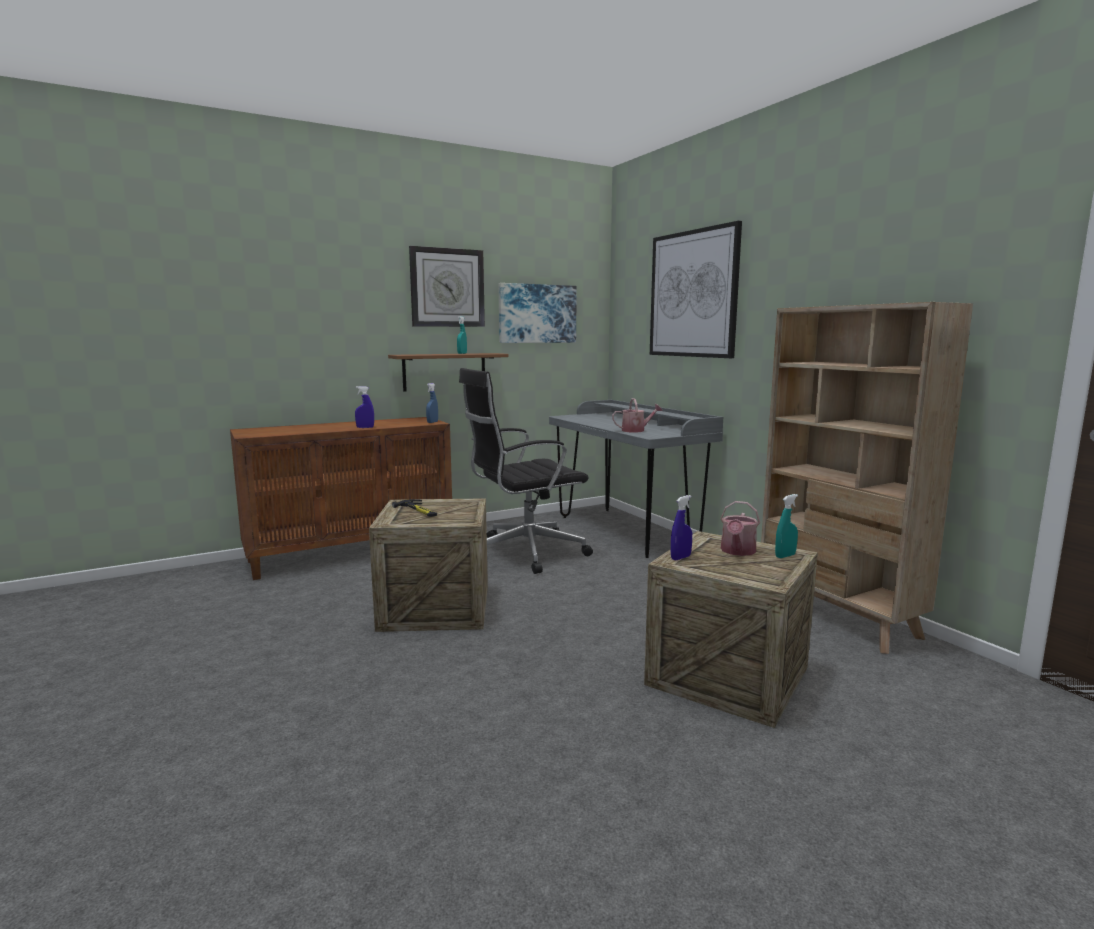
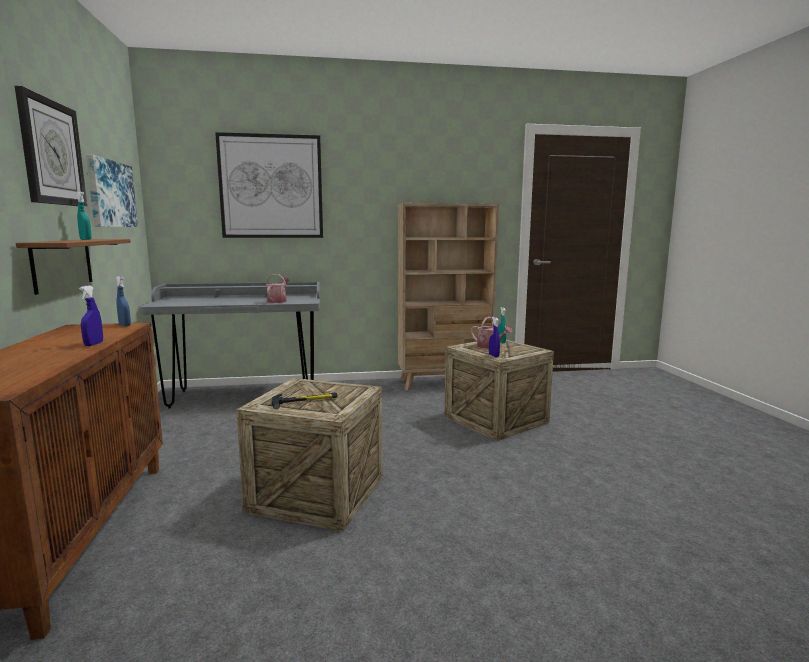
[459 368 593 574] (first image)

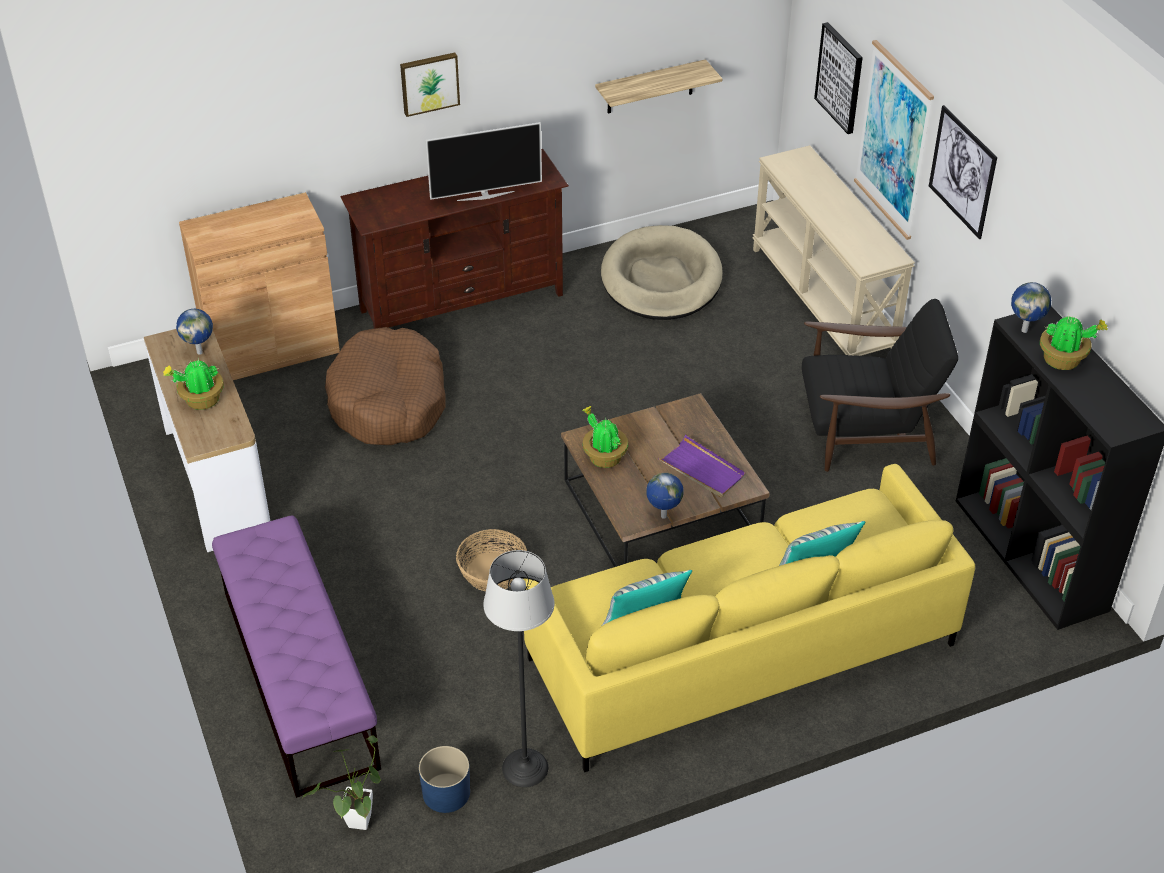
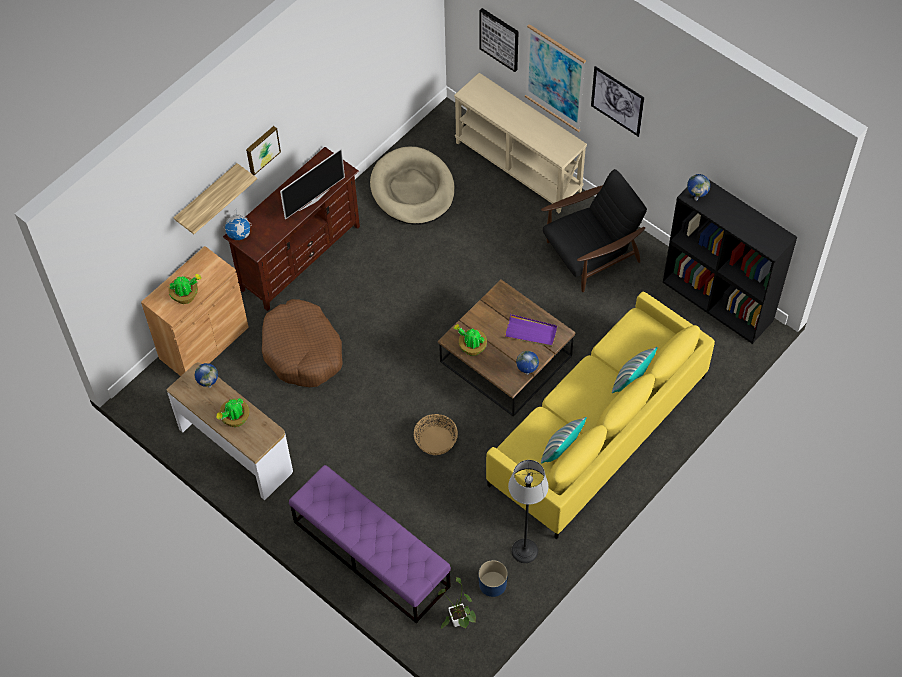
[223 210 251 240]
[173 163 257 234]
[168 274 202 304]

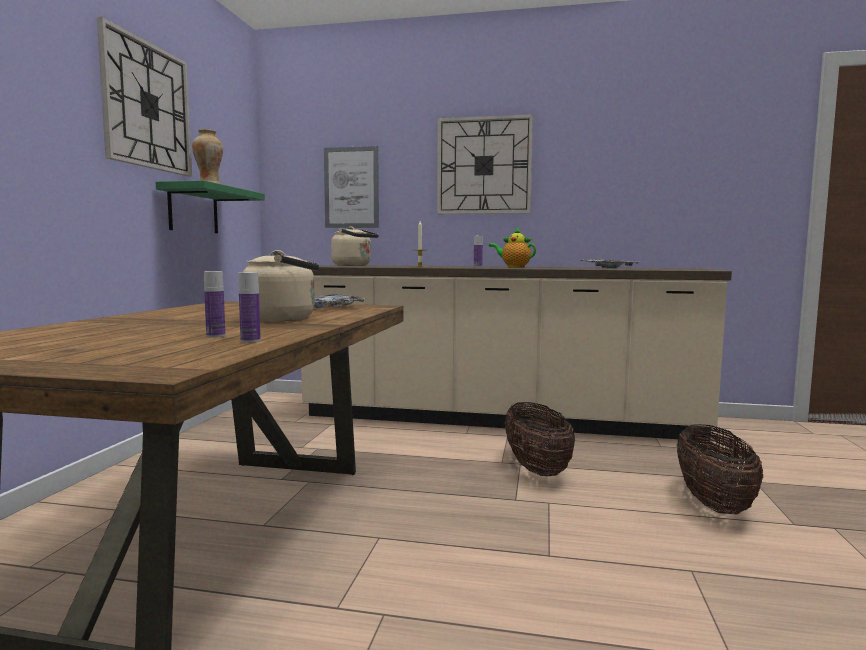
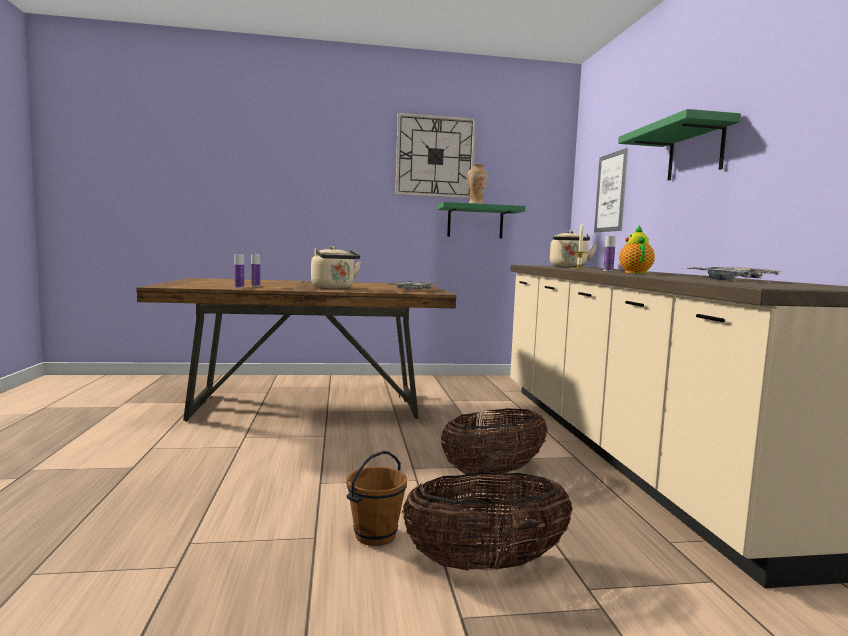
[346 451 407 546]
[618 109 741 180]

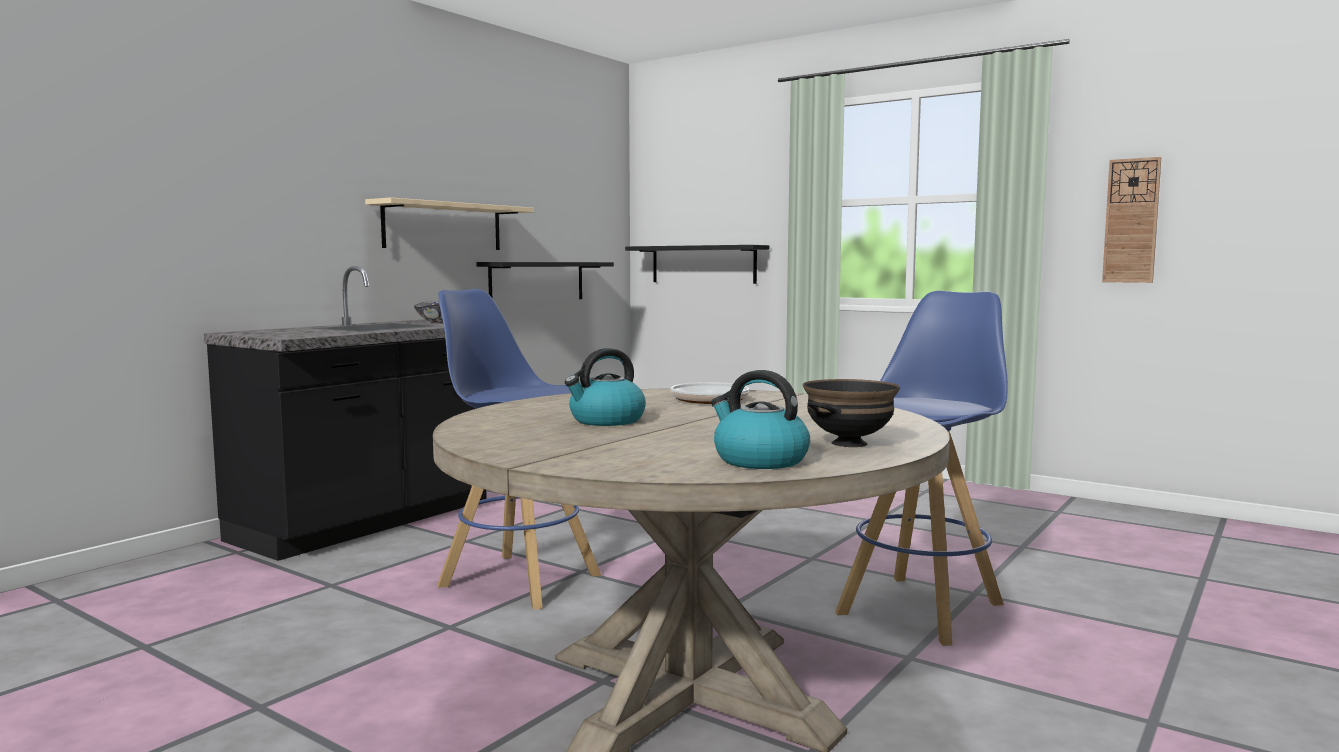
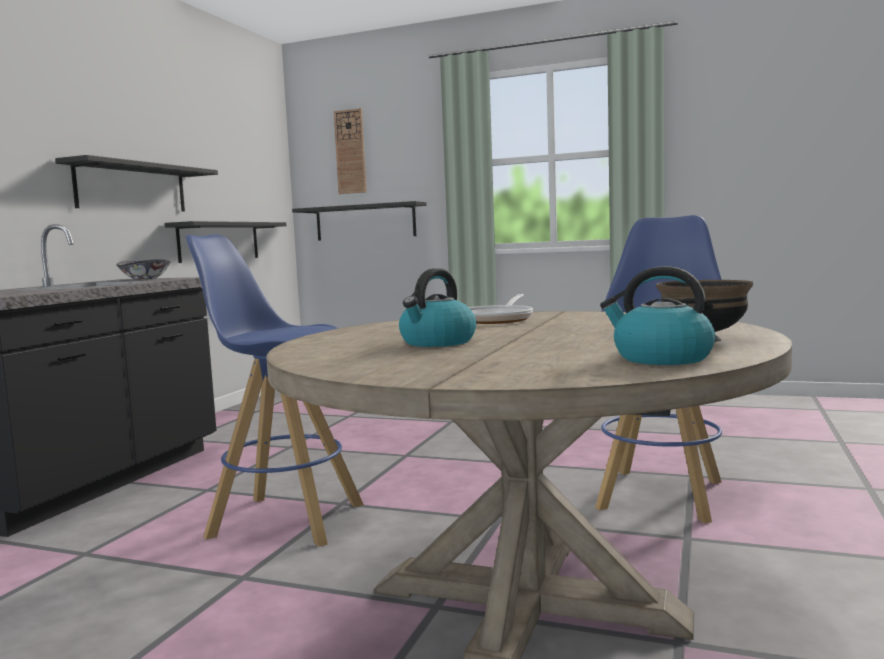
[334 108 367 194]
[55 155 218 211]

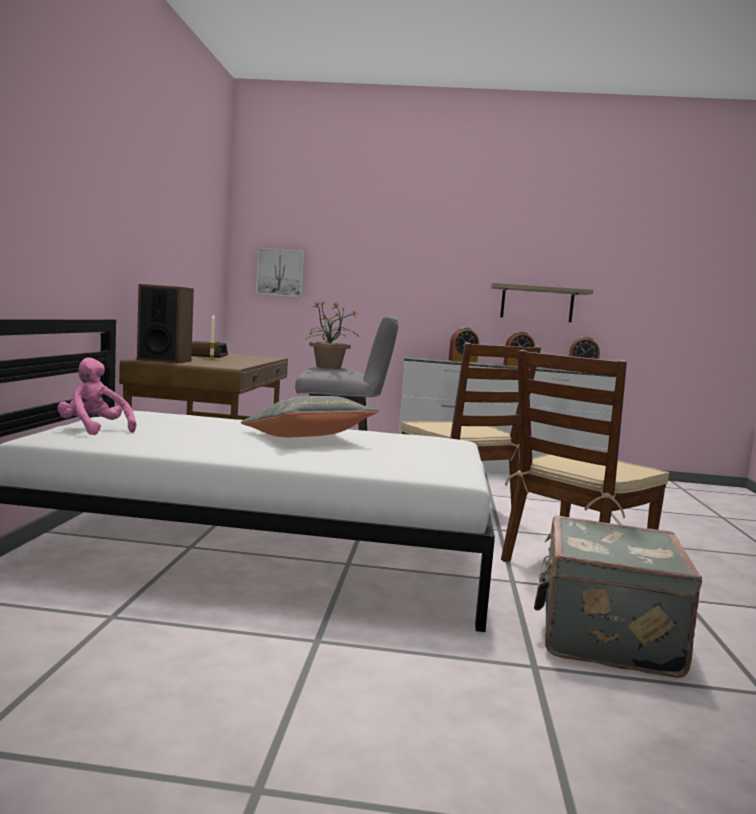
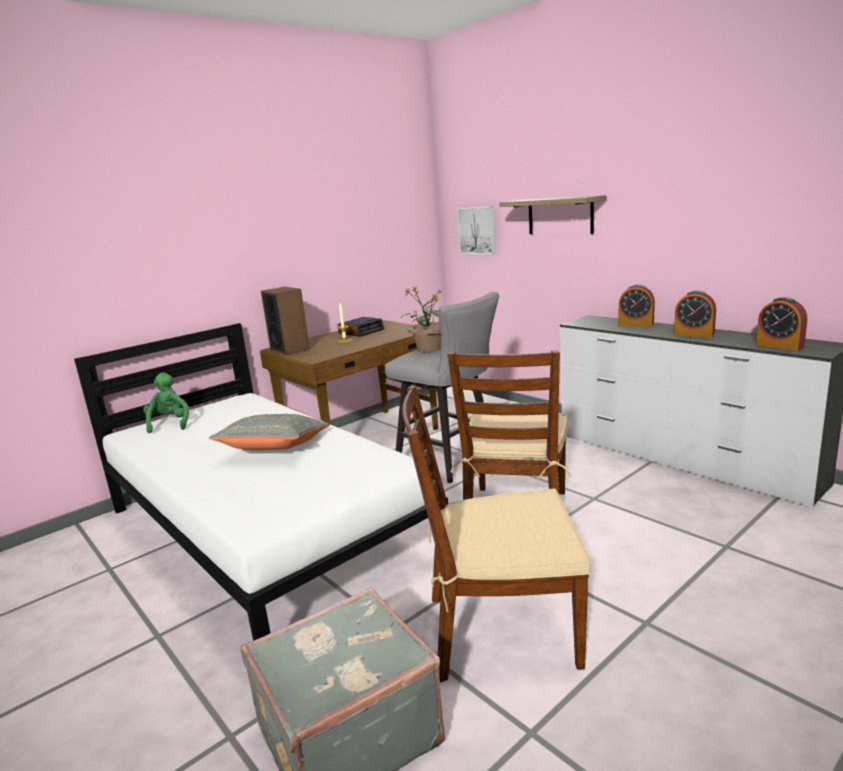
[499 195 606 234]
[143 373 189 433]

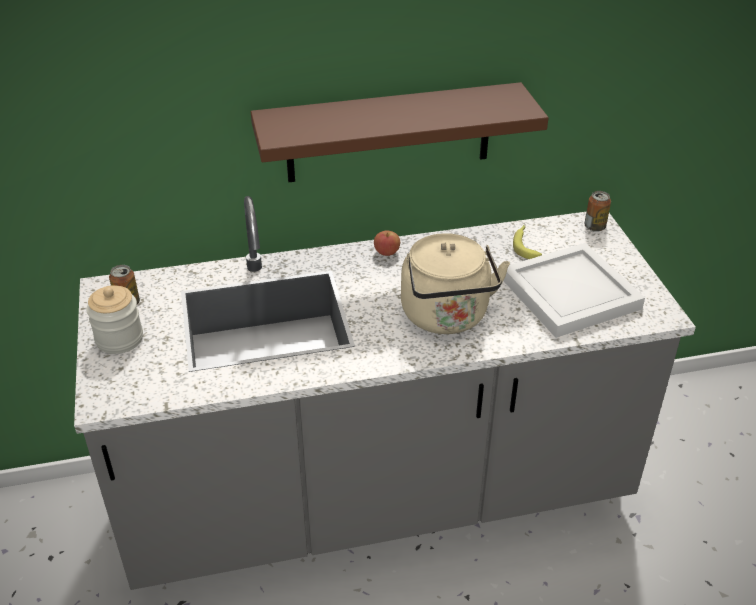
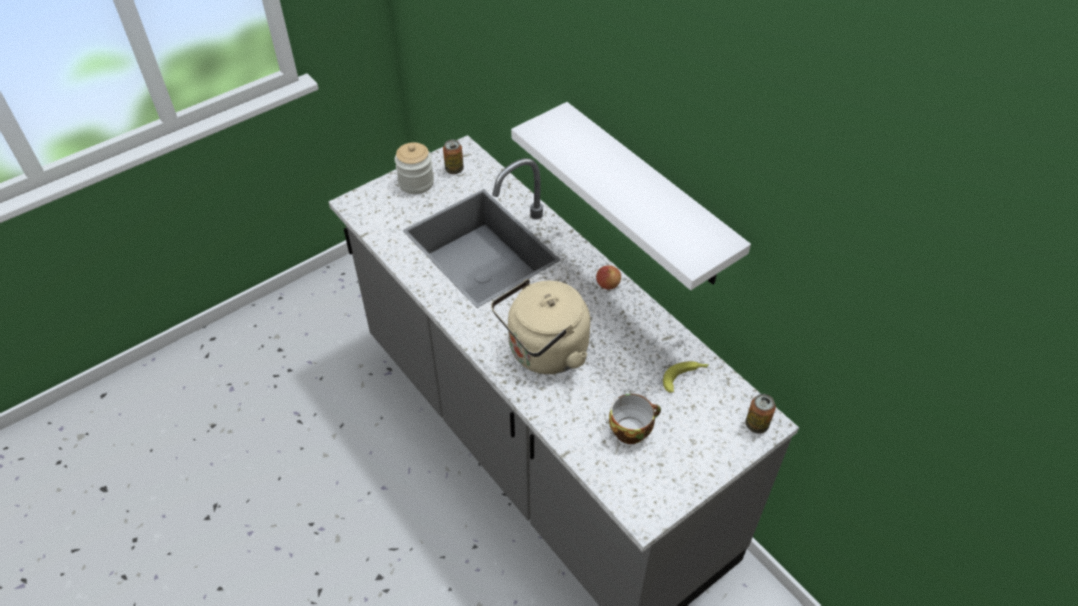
[609 394 661 444]
[511 102 751 290]

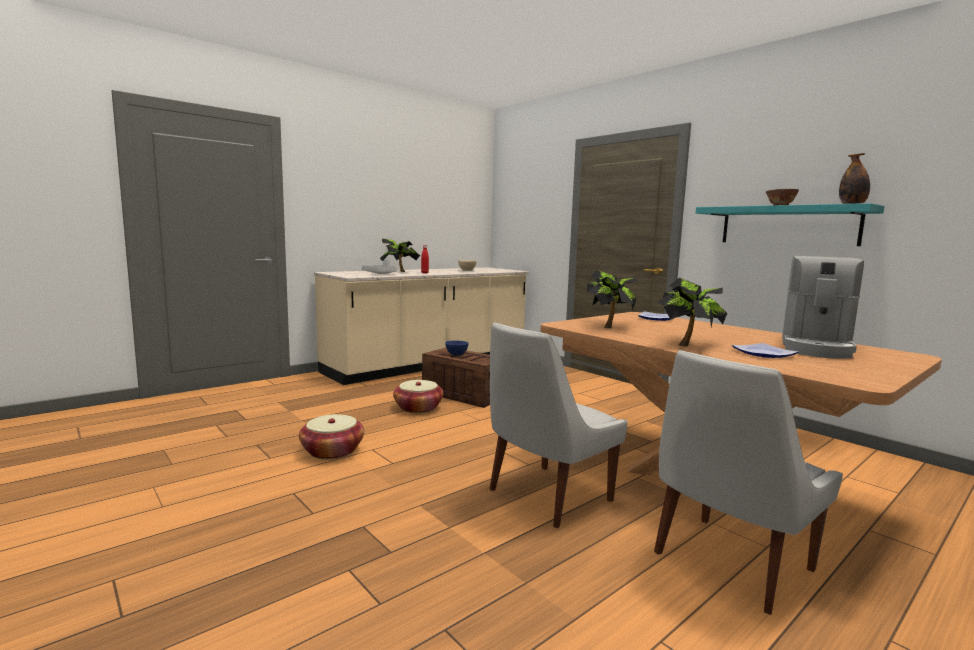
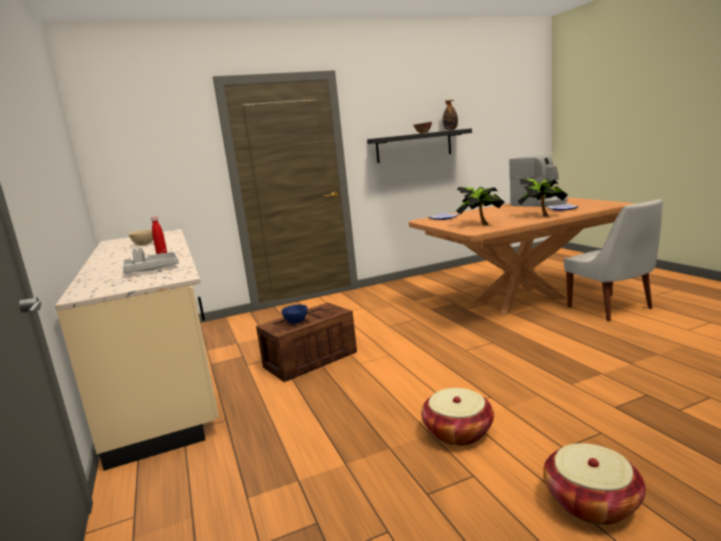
[380 238 420 272] (first image)
[489 323 628 528] (first image)
[543 443 646 525]
[367 128 472 163]

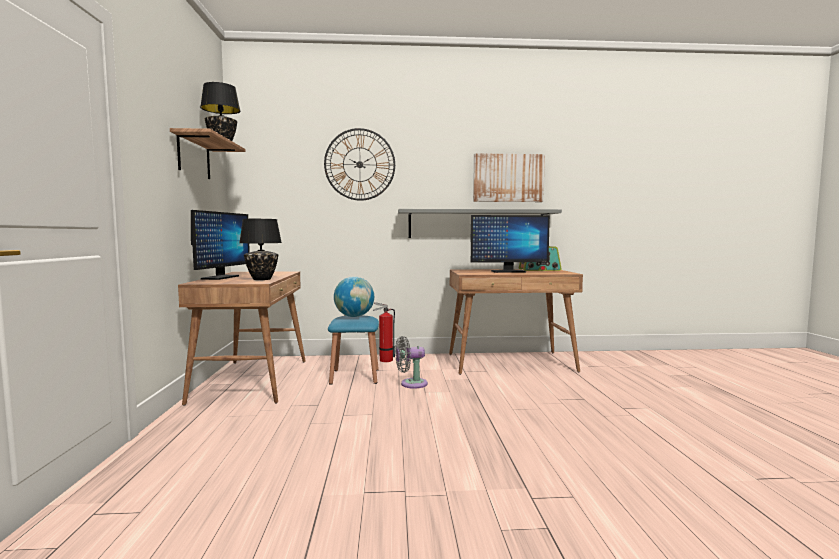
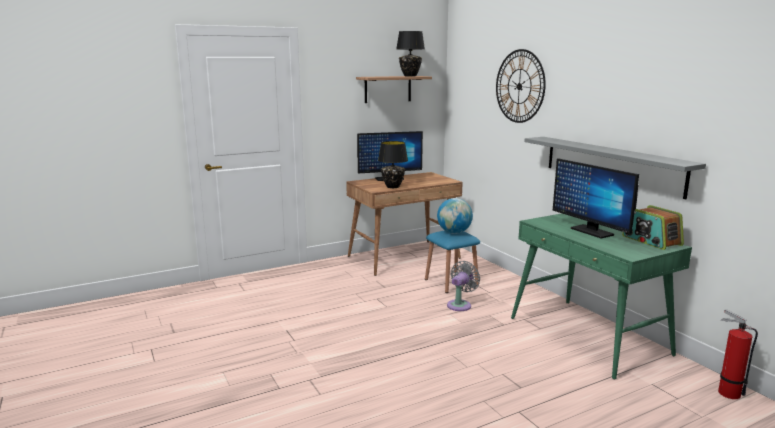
[473 153 545 202] (first image)
[718 309 758 399]
[511 213 692 379]
[447 261 480 311]

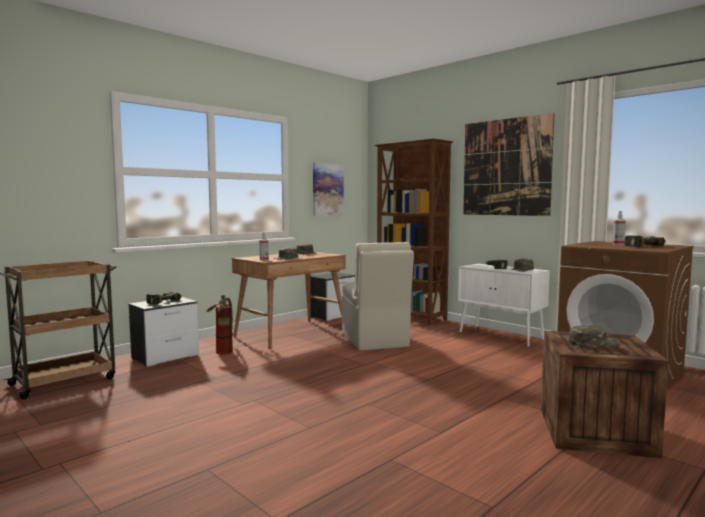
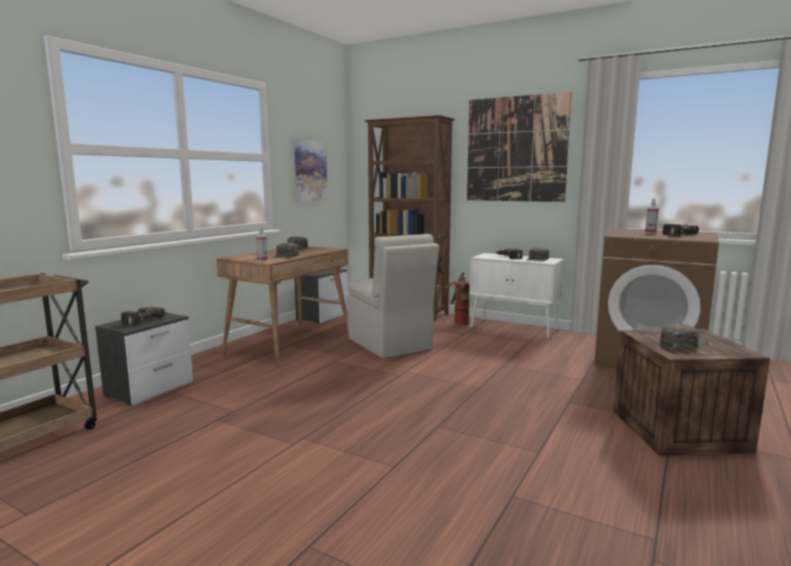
[445 272 470 326]

